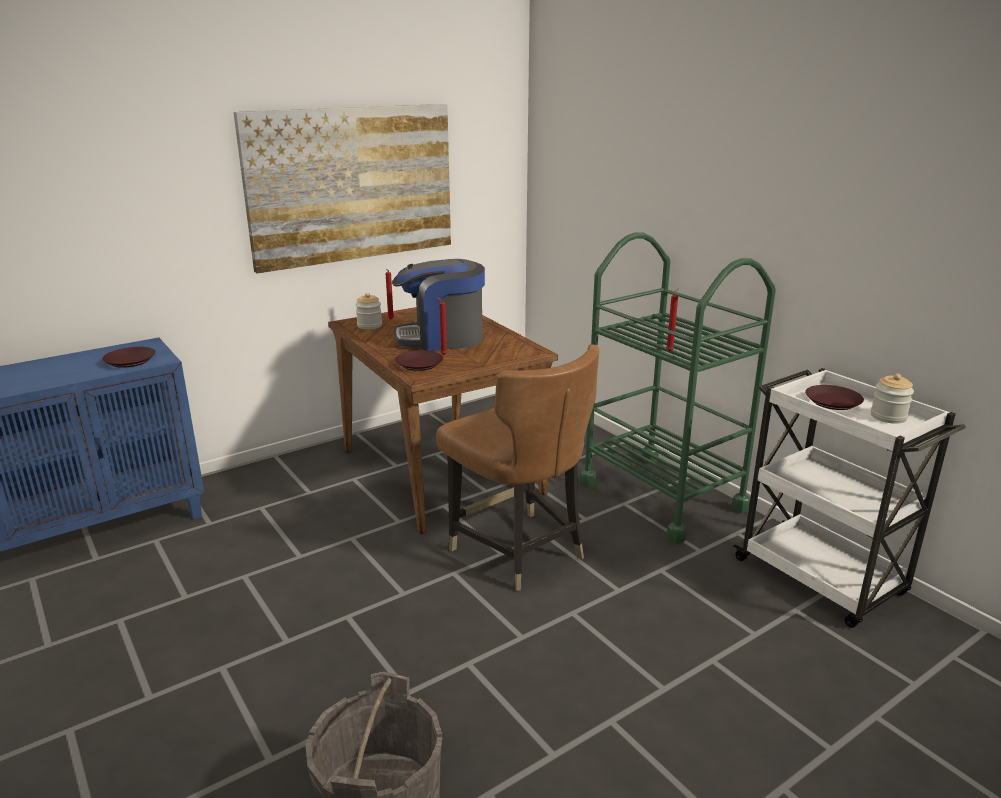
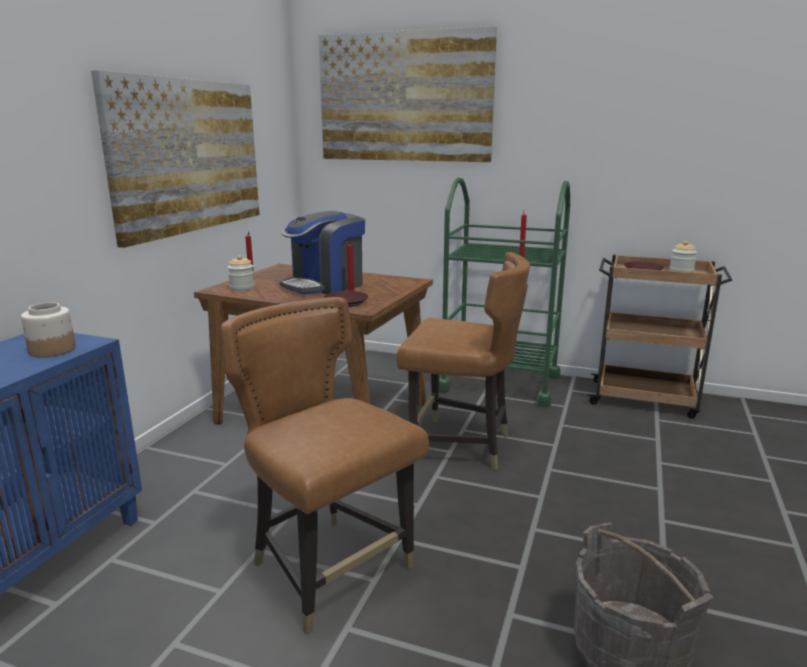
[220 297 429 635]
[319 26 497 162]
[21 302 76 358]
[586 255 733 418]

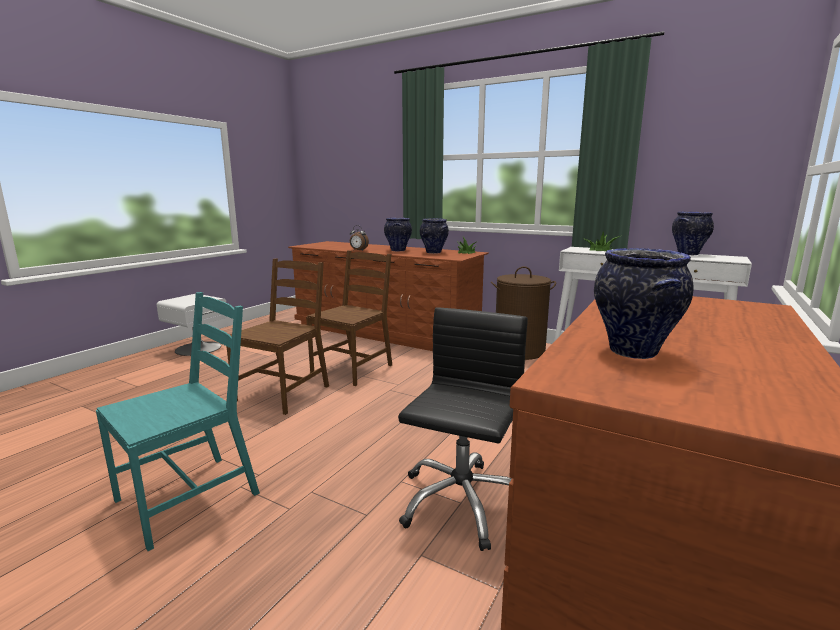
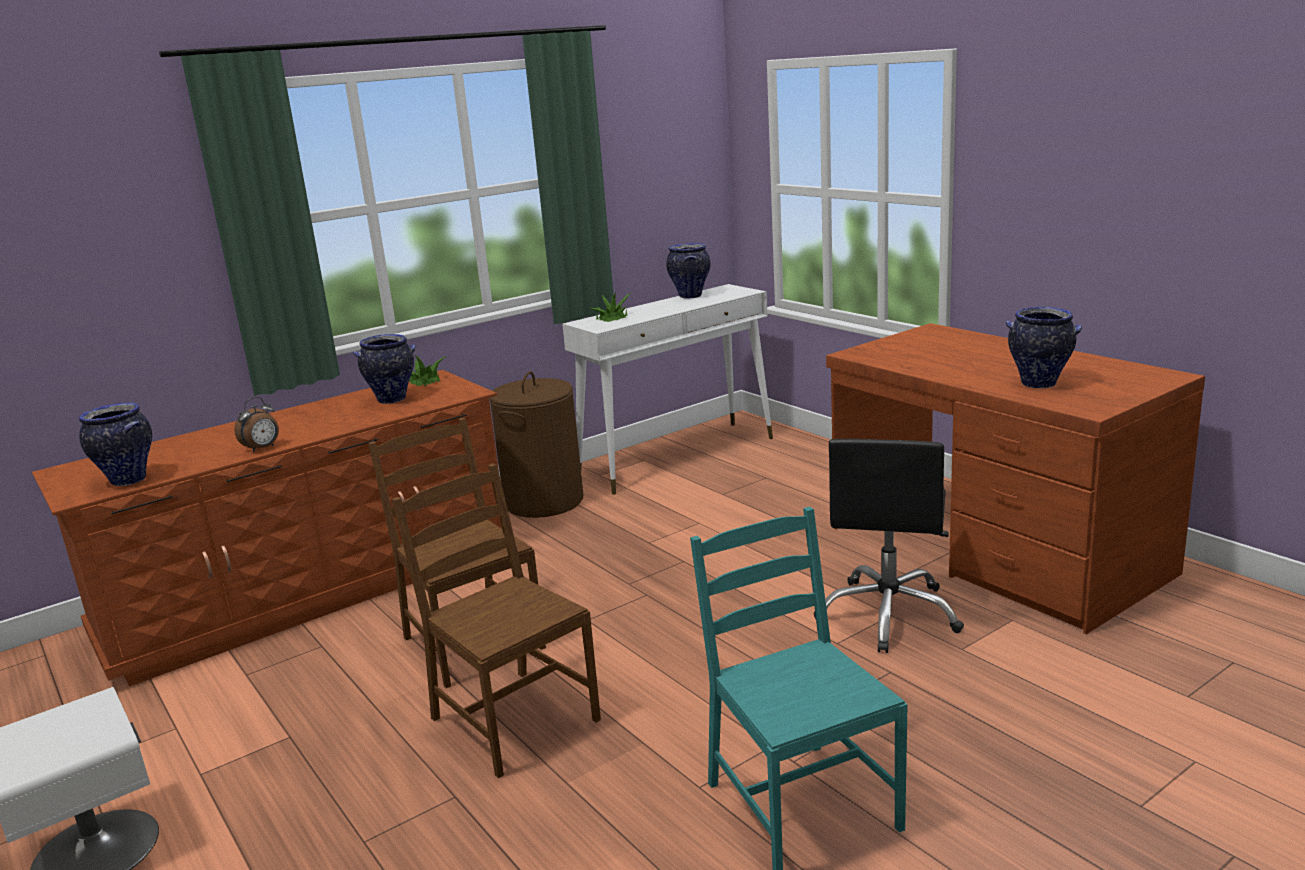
[79 403 152 486]
[814 439 964 653]

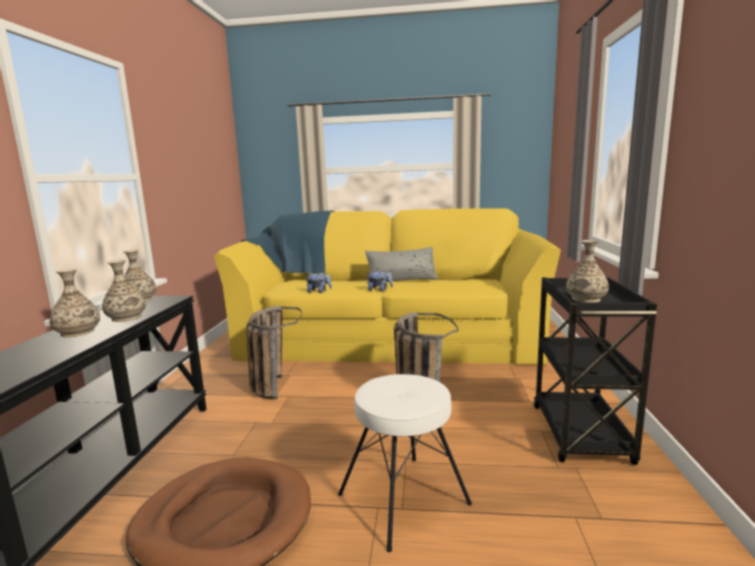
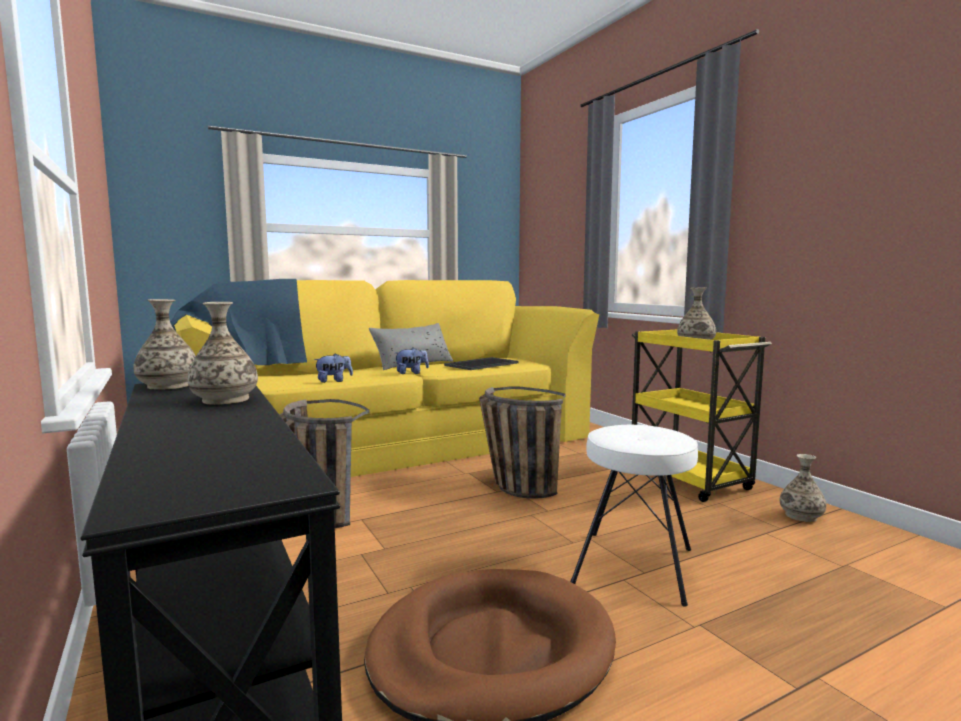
[444 357 519 370]
[780 454 826 522]
[632 329 772 502]

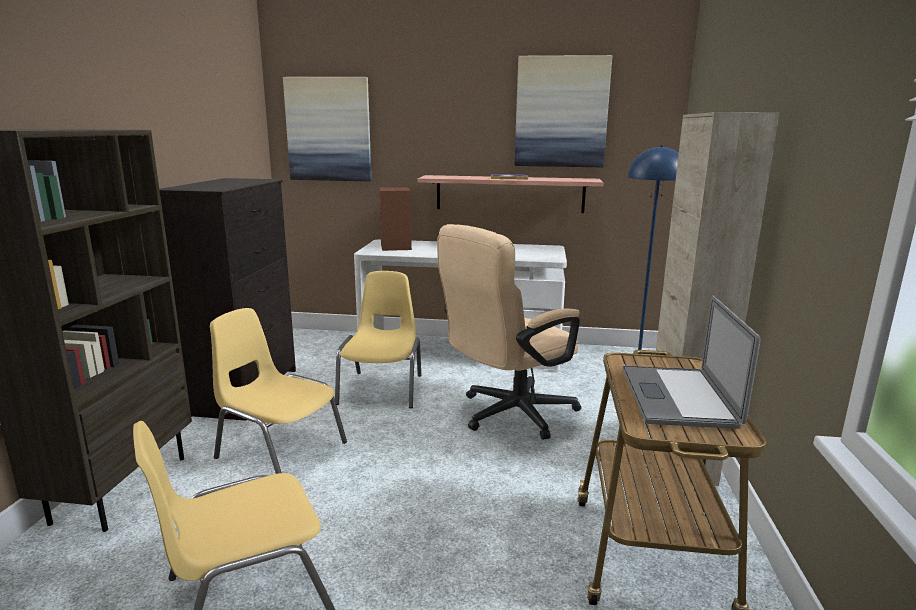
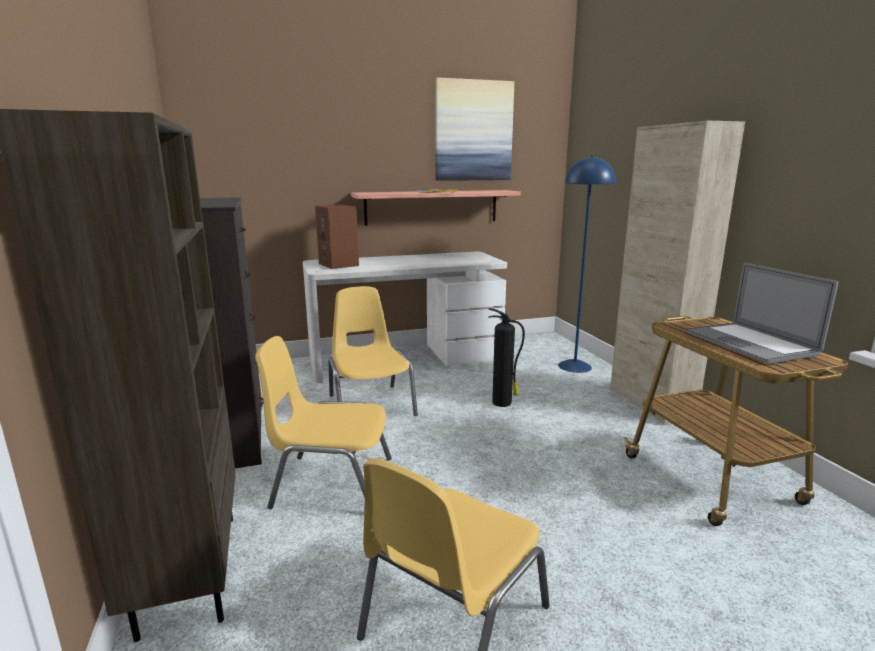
[283 77 371 181] (first image)
[488 308 525 407]

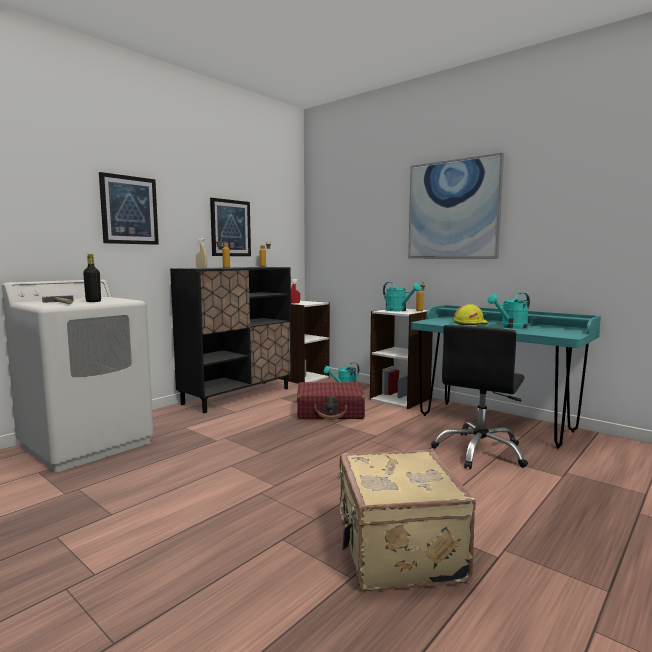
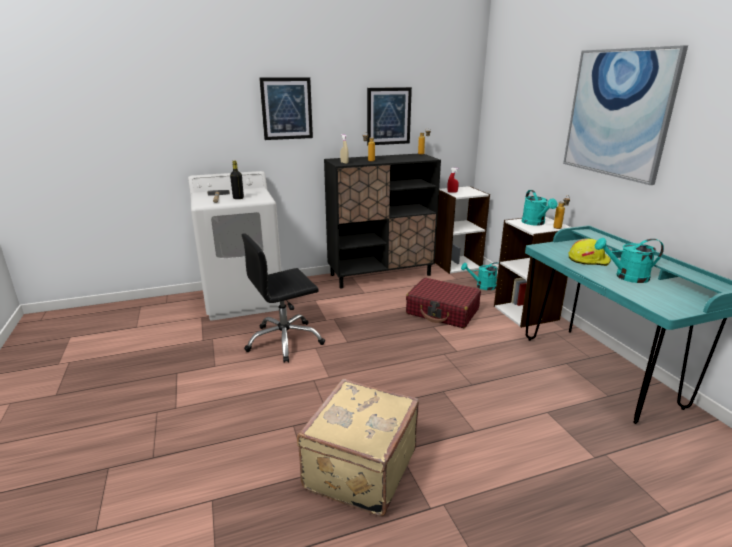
[242 233 325 363]

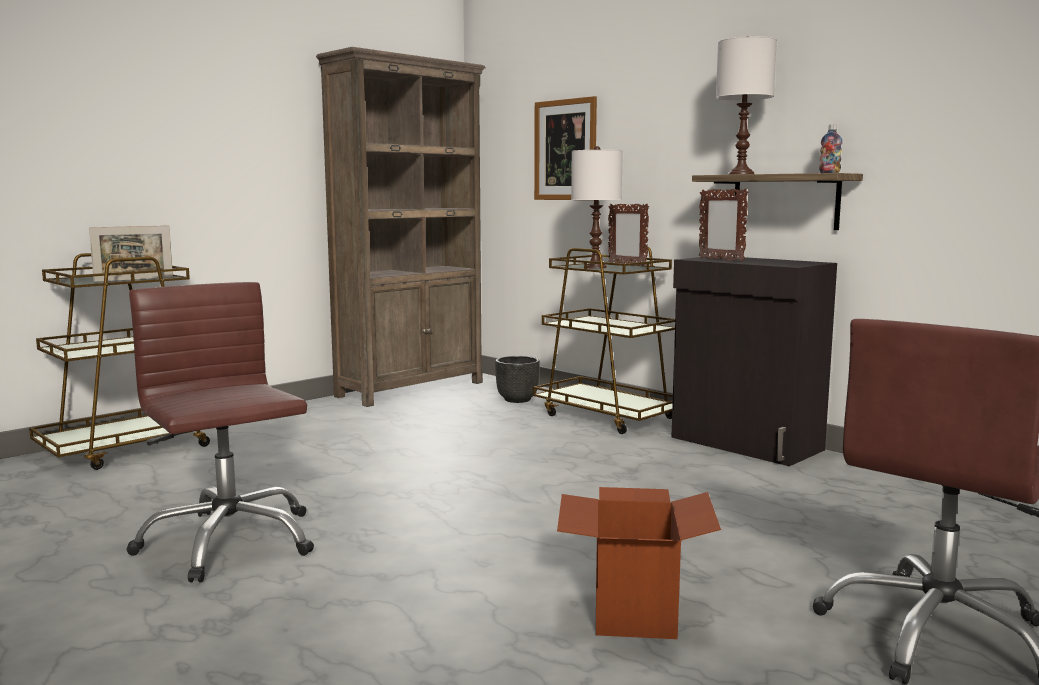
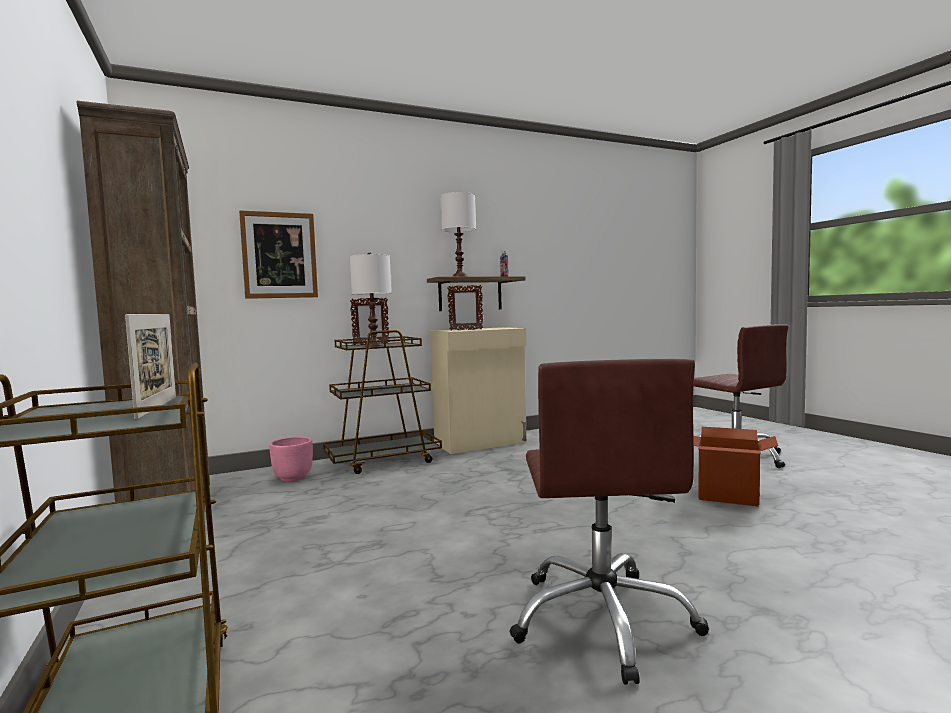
[269 437 313 482]
[430 327 527 454]
[509 359 709 684]

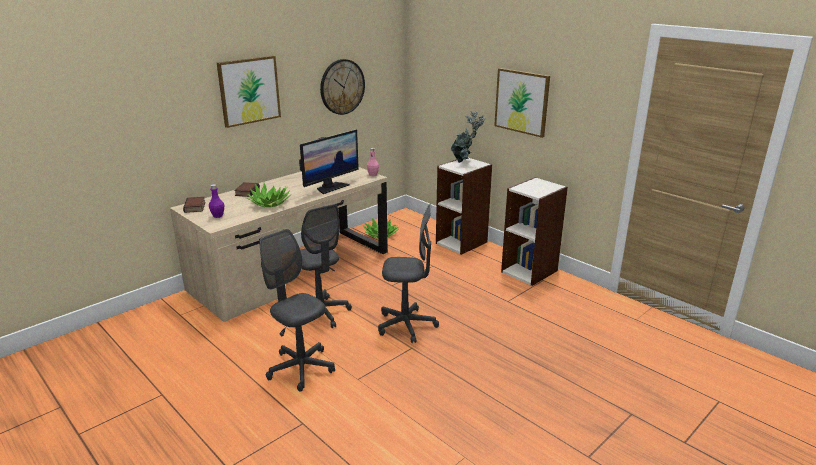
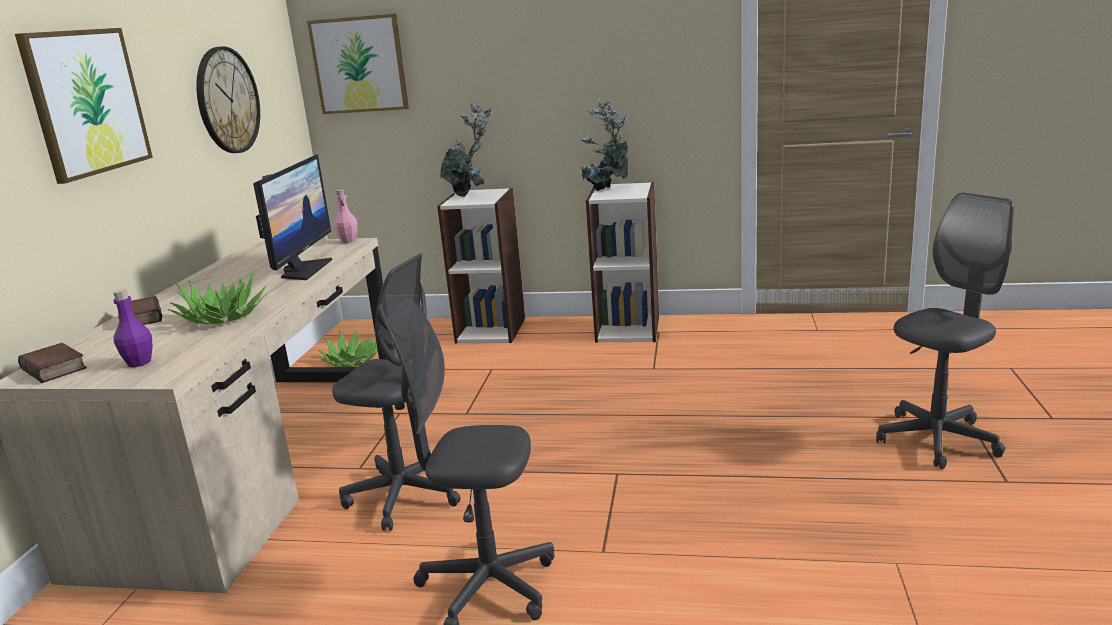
[580 98 628 191]
[876 193 1014 469]
[307 14 409 114]

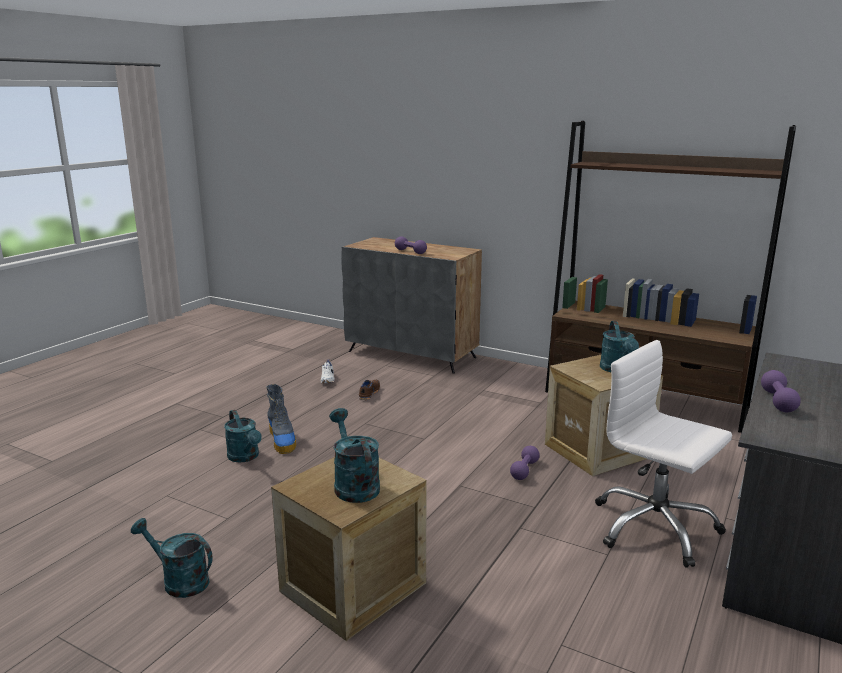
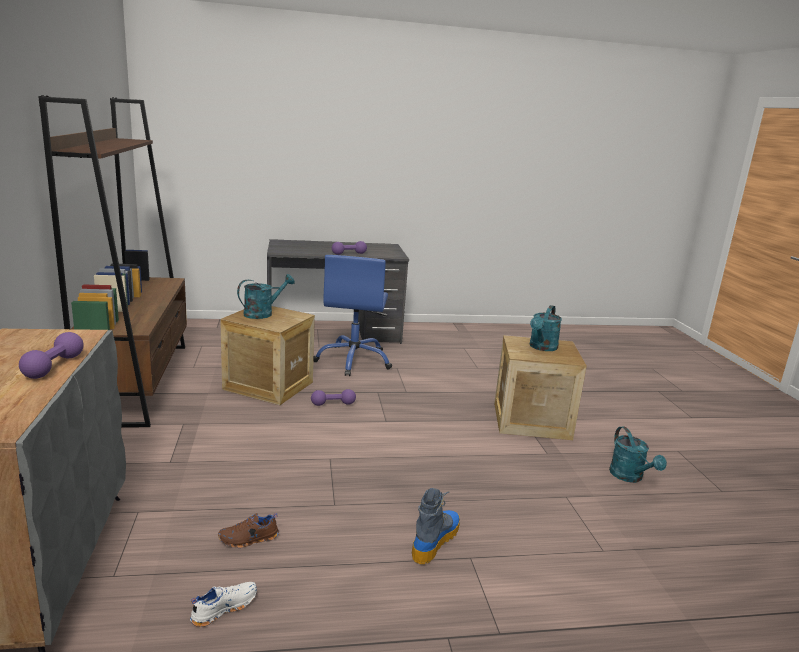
[224 410 262 463] (first image)
[313 255 392 376]

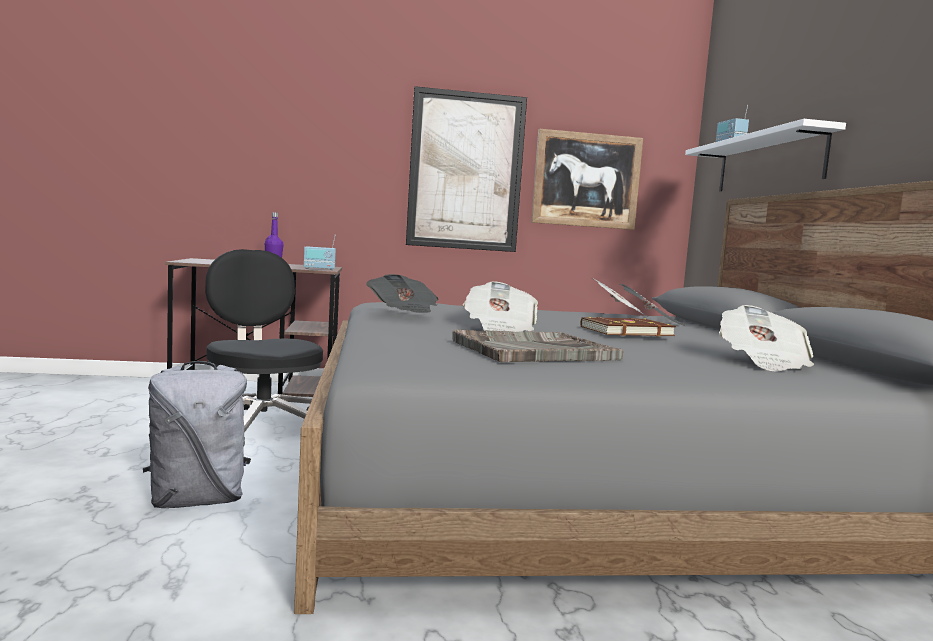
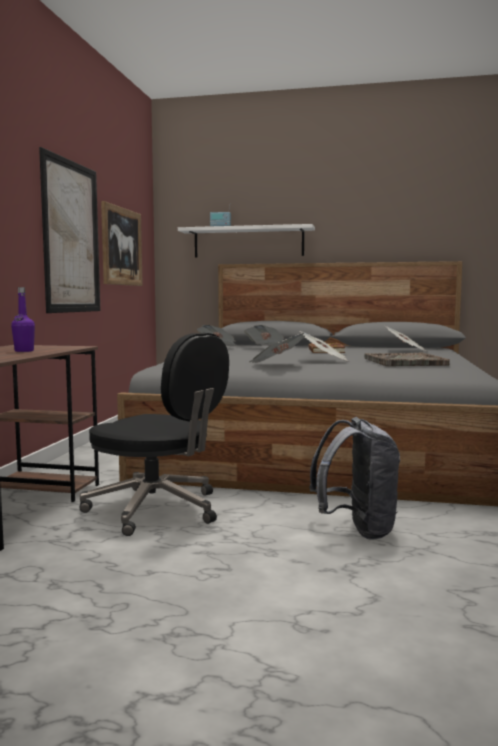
[304 234 336 270] (first image)
[79 332 229 536]

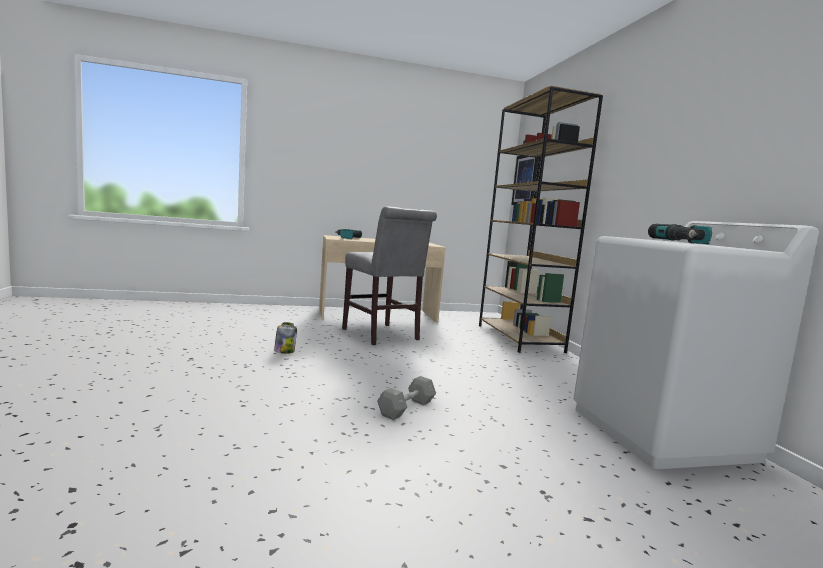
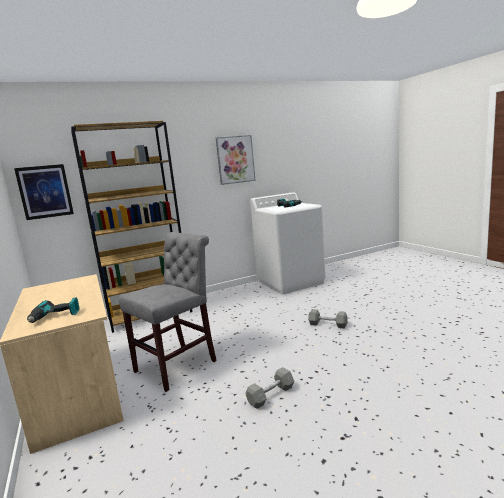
[216 135 256 185]
[245 367 295 409]

